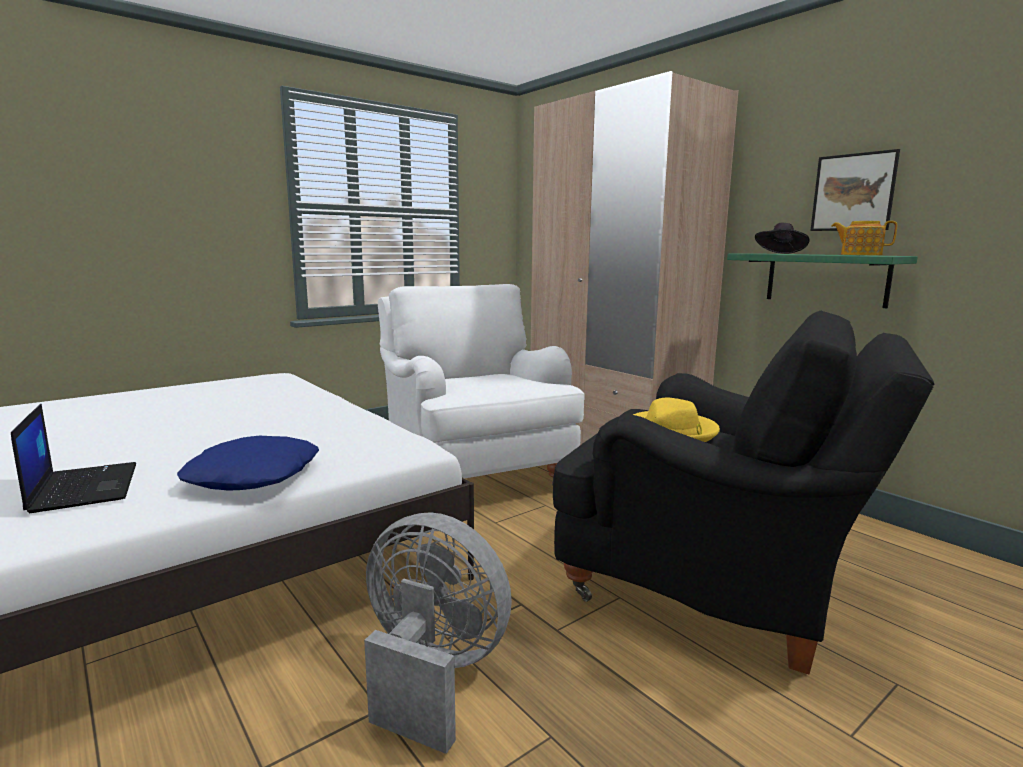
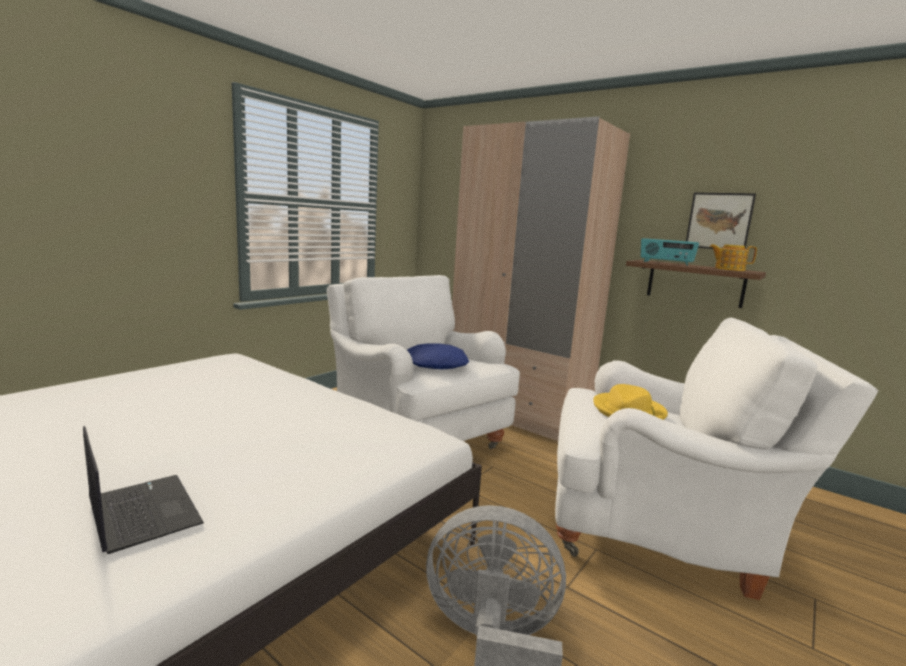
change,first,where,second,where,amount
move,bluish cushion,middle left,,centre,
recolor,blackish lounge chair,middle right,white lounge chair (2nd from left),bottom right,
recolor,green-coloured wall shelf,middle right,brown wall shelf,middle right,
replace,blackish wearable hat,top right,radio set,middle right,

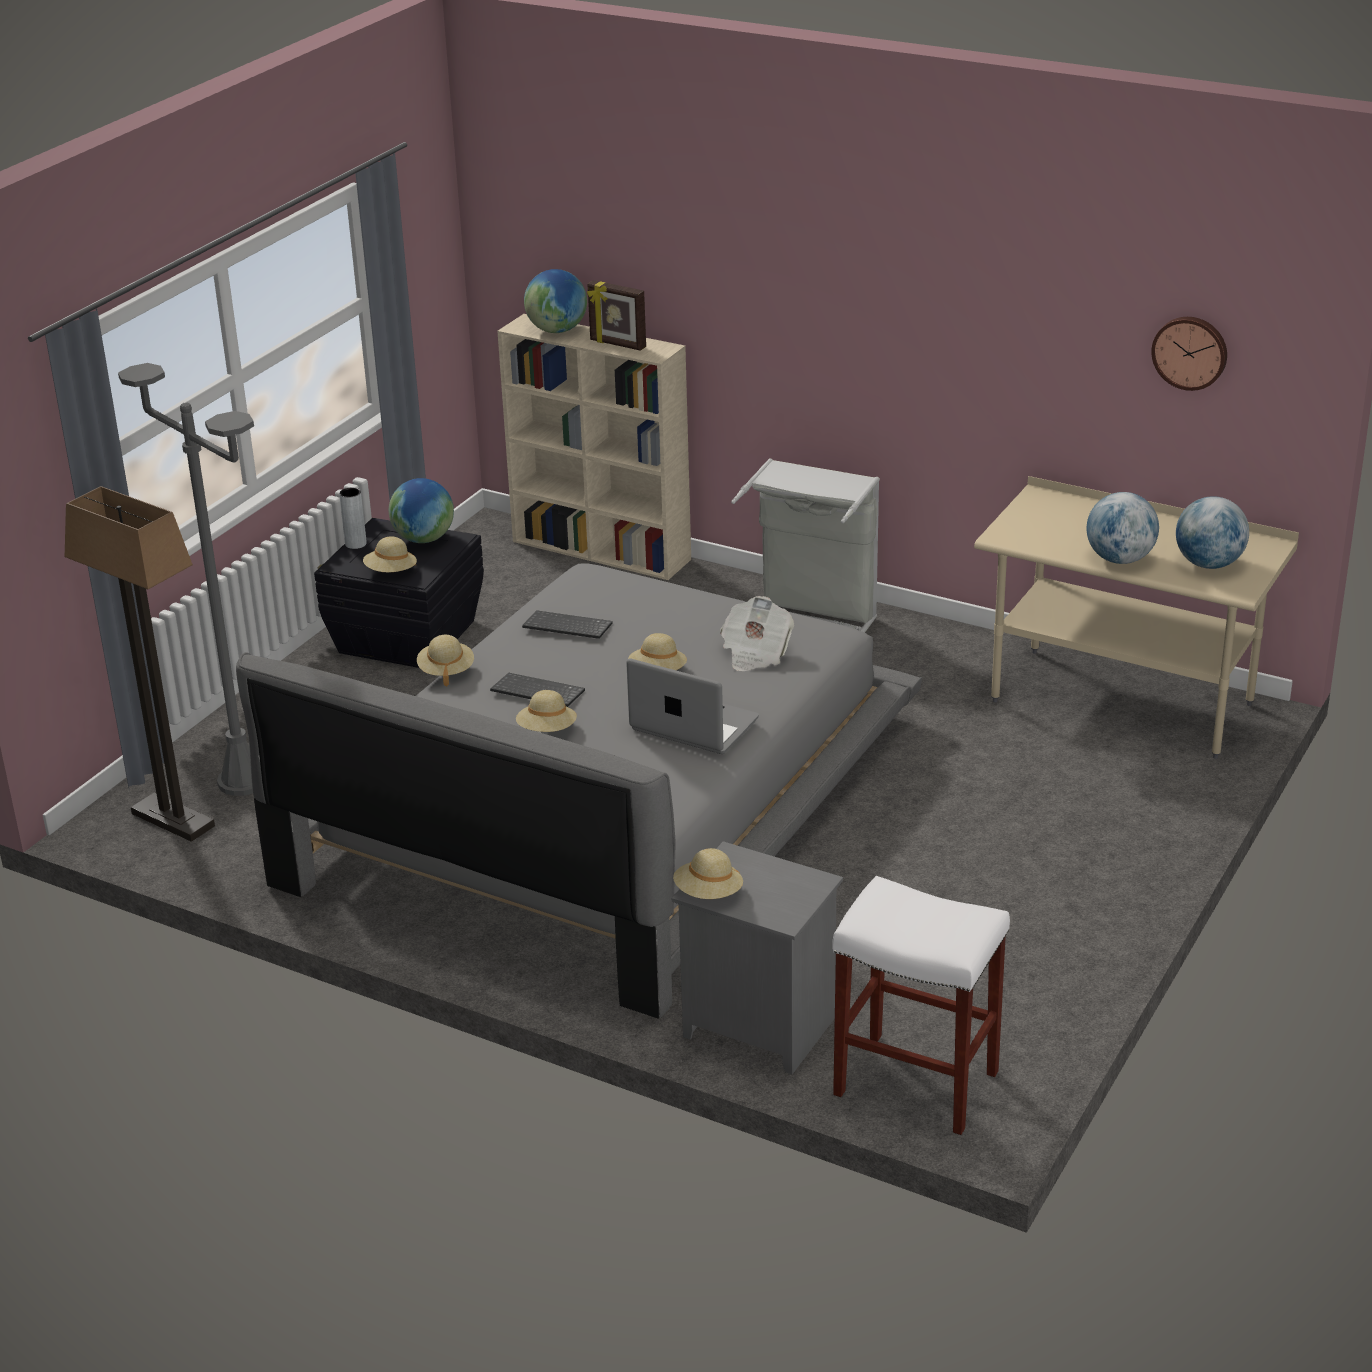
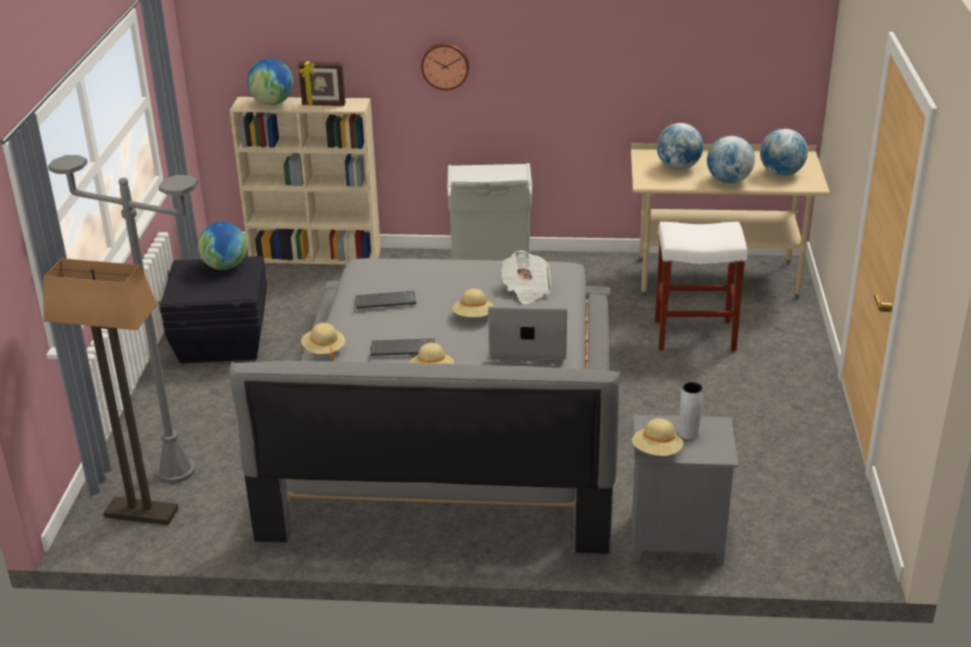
change,first,where,second,where,amount
move,hanging clock,top right,,top centre,
move,white sitting stool,bottom right,,middle right,
insert,,,world globe (3rd from left),top right,
move,gray vase,middle left,,middle right,
delete,beige wearable hat (1st from left),middle left,,,

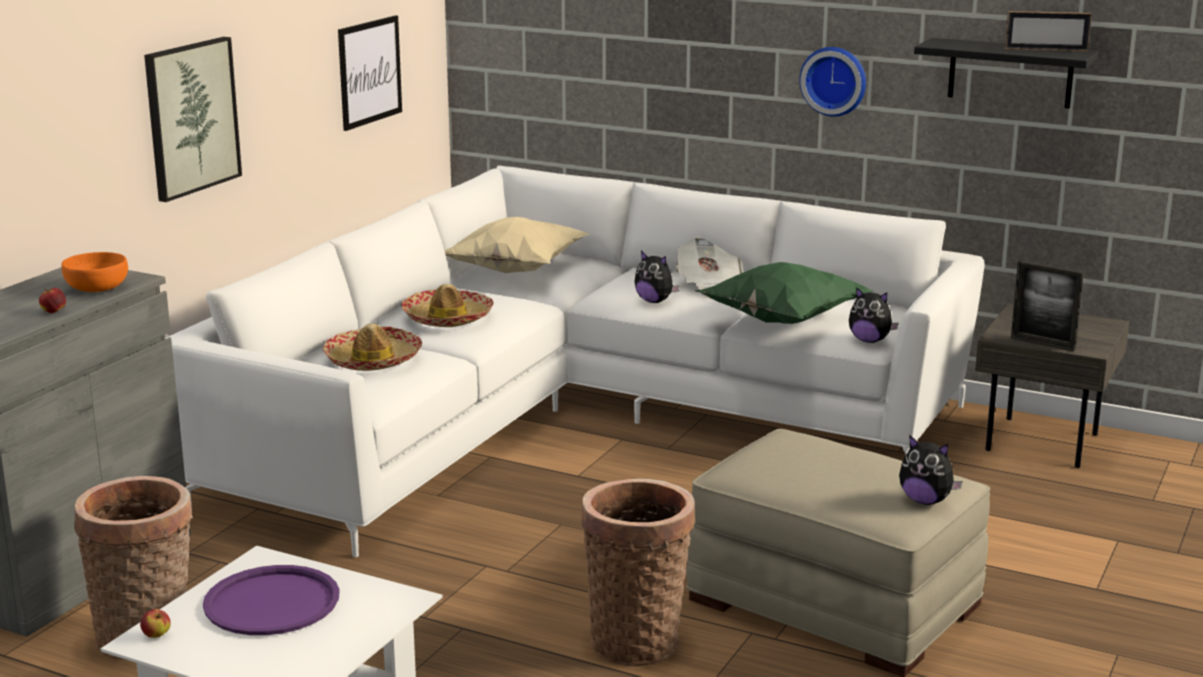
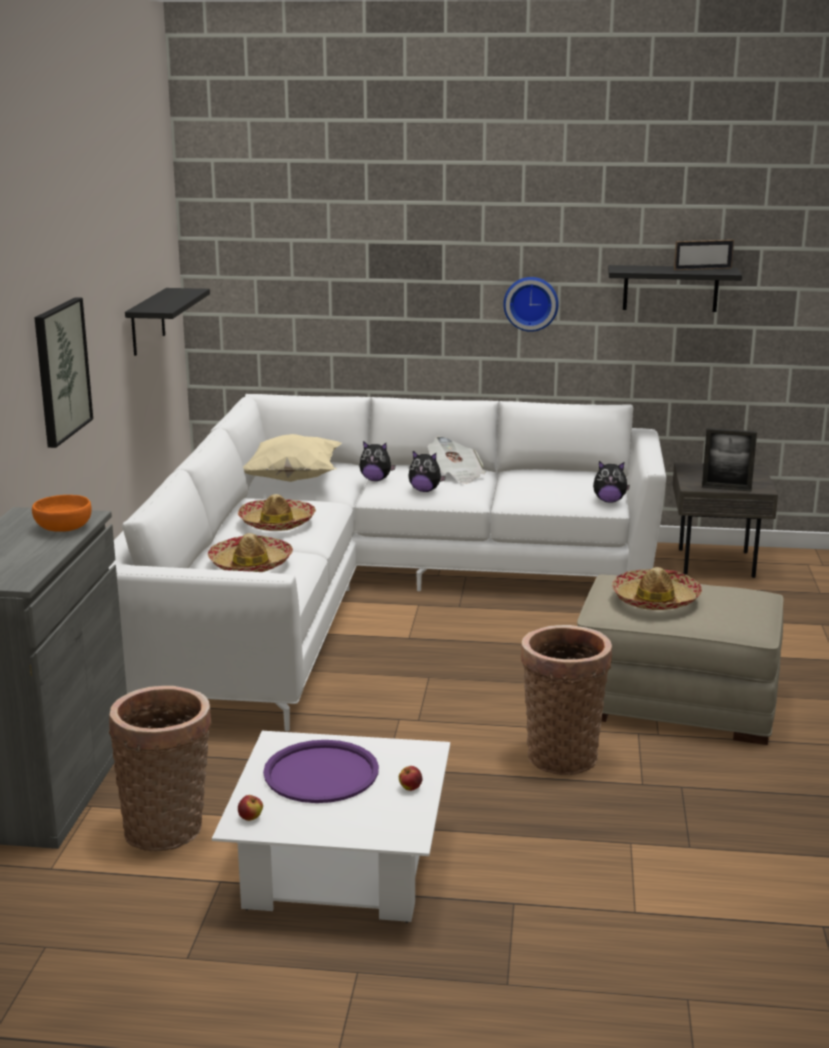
change,first,where,second,where,amount
replace,wall art (2nd from left),top left,blackish wall shelf (1st from left),top left,
move,cuddly toy (3rd from left in the first image),bottom right,cuddly toy (1st from left),centre,
move,whole apple (1st from left in the first image),middle left,whole apple (2nd from left),bottom centre,
insert,,,wearable hat (3rd from left),middle right,
delete,green-coloured cushion,centre,,,

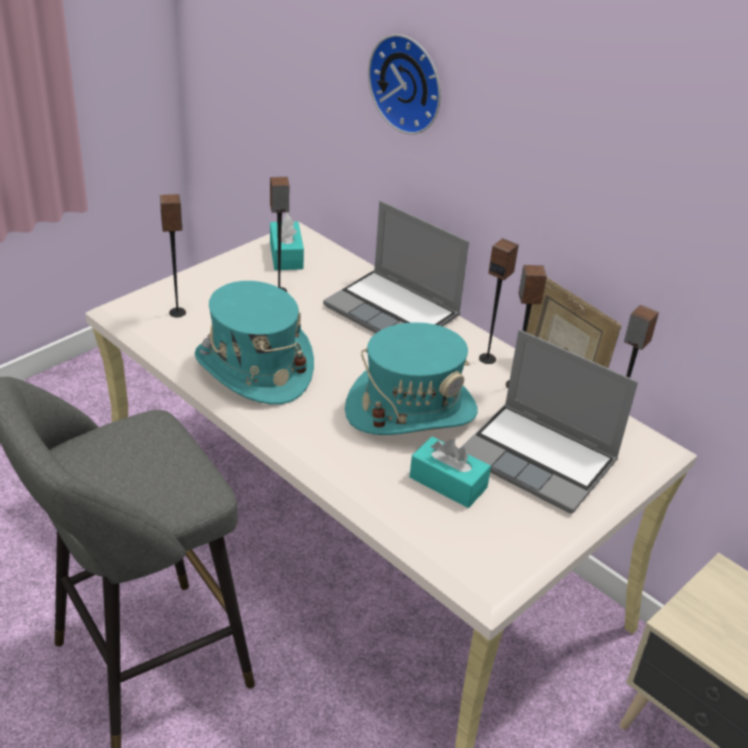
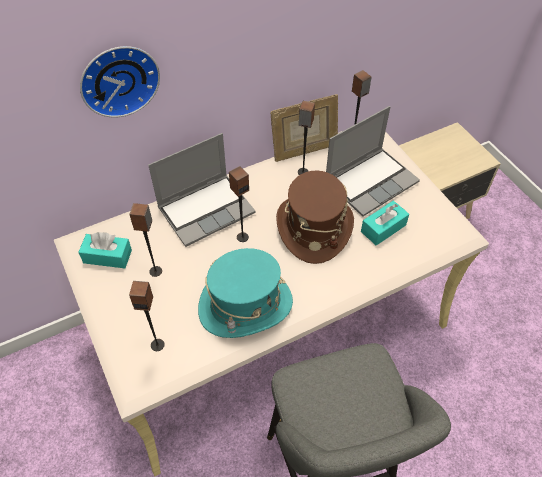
change,first,where,second,where,amount
move,speaker (3rd from left),middle right,,centre,
recolor,blue-green wearable hat (2nd from left),centre,brown wearable hat,centre,

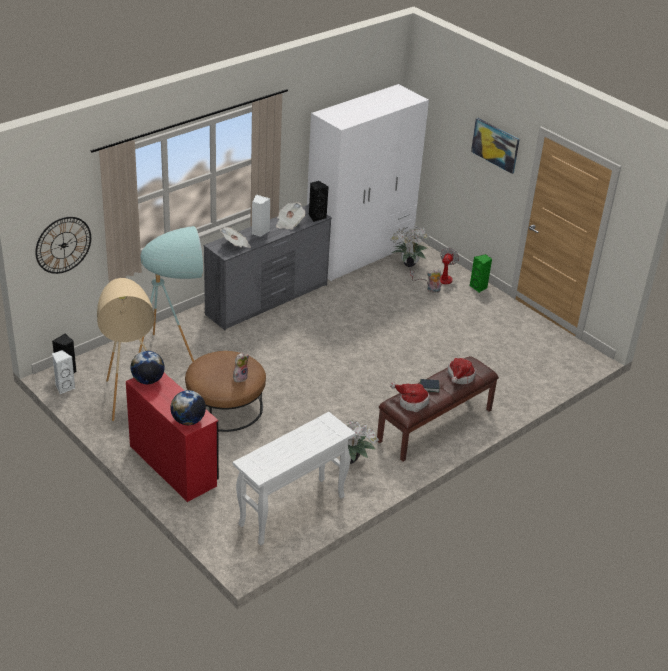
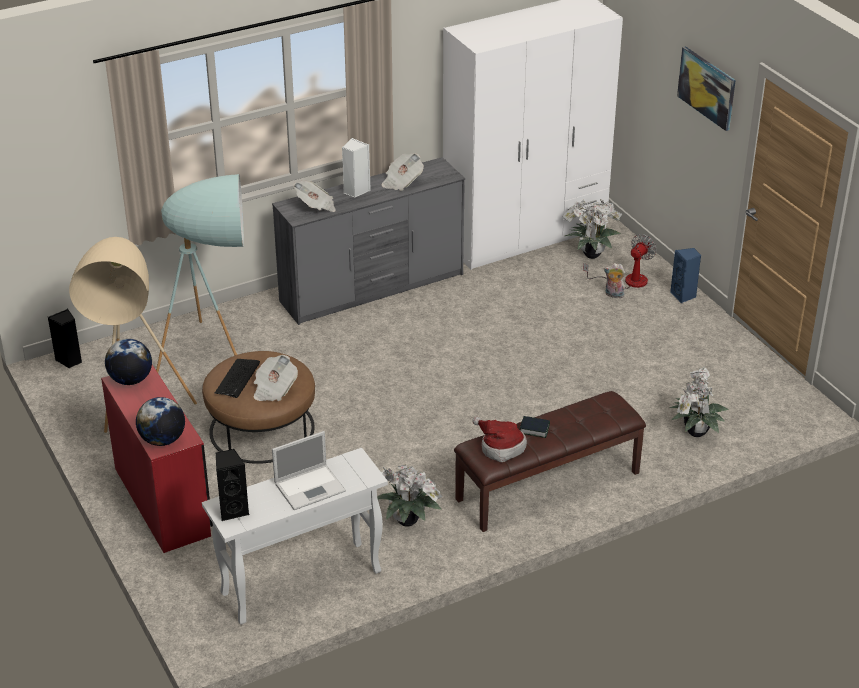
change,first,where,second,where,amount
insert,,,keyboard,middle left,
move,blackish speaker (2nd from left),top centre,,bottom left,
replace,cuddly toy (1st from left),centre,daily paper (1st from left),middle left,
insert,,,portable computer,bottom centre,
insert,,,houseplant (3rd from left),middle right,
recolor,green-coloured speaker,middle right,bluish speaker,middle right,
delete,hanging clock,middle left,,,
delete,white speaker (1st from left),middle left,,,
delete,wearable hat (2nd from left),middle right,,,

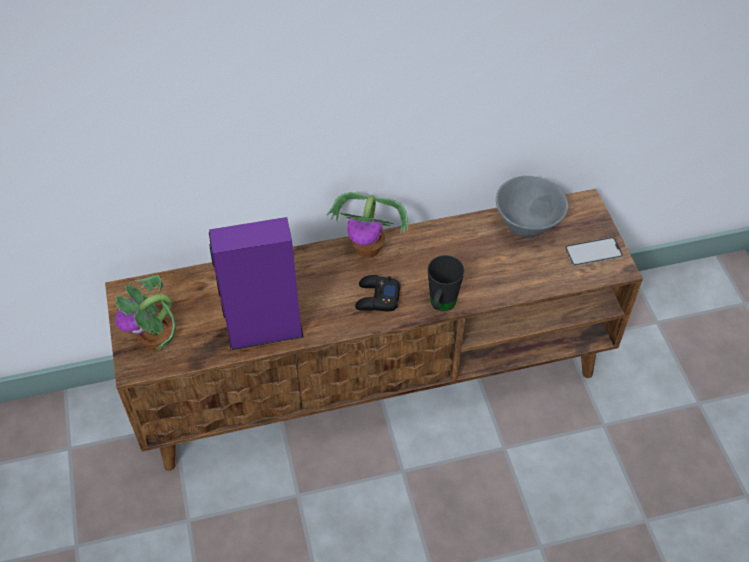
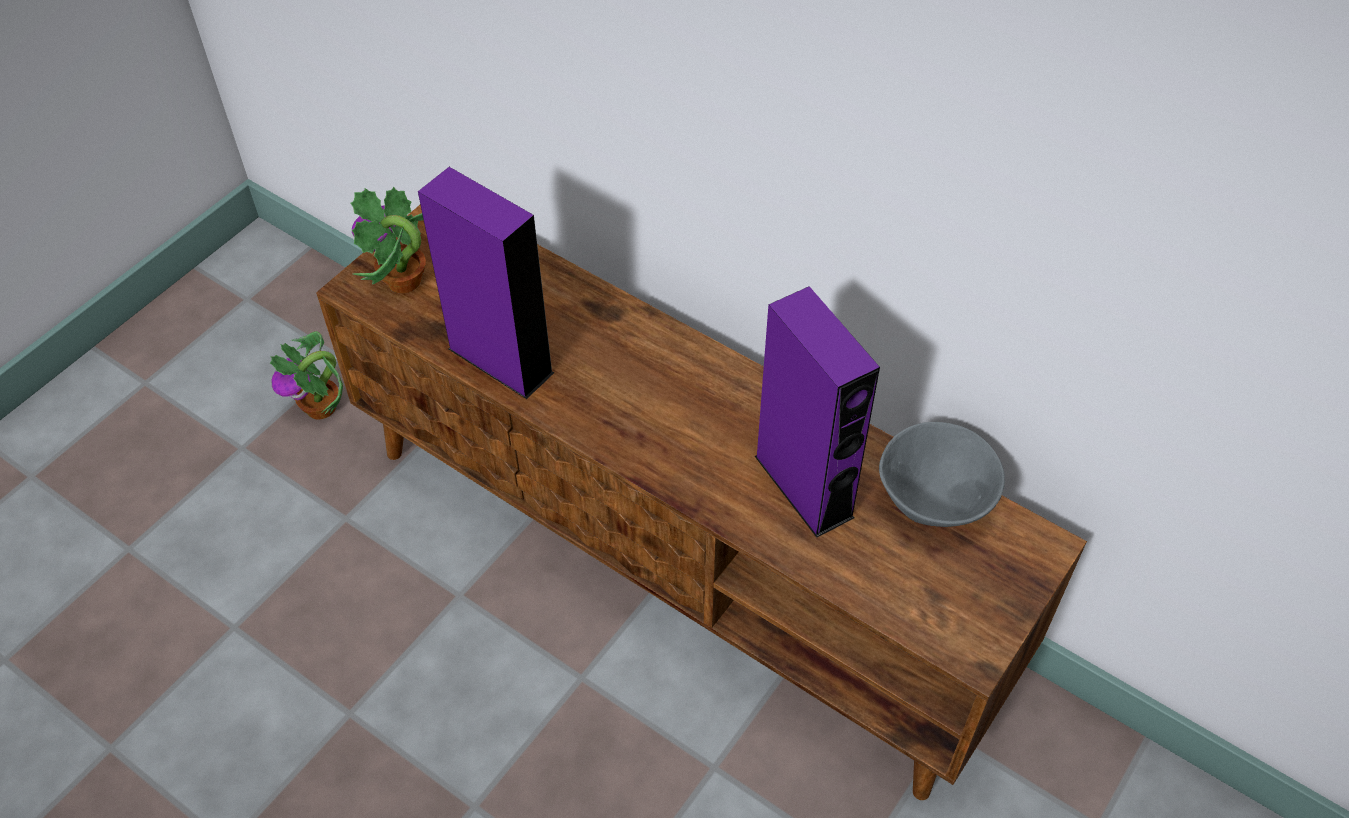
change,first,where,second,where,amount
move,houseplant (2nd from left in the first image),centre,houseplant (1st from left),middle left,
insert,,,purple speaker (2nd from left),centre,
delete,blackish game controller,centre,,,
delete,blackish coffee mug,centre,,,
delete,handset,middle right,,,

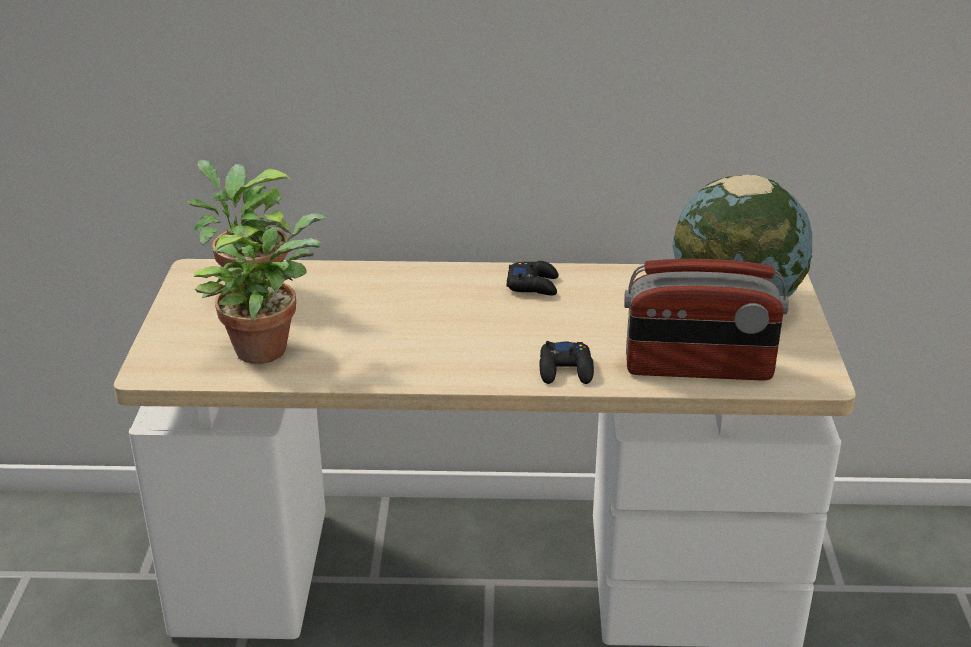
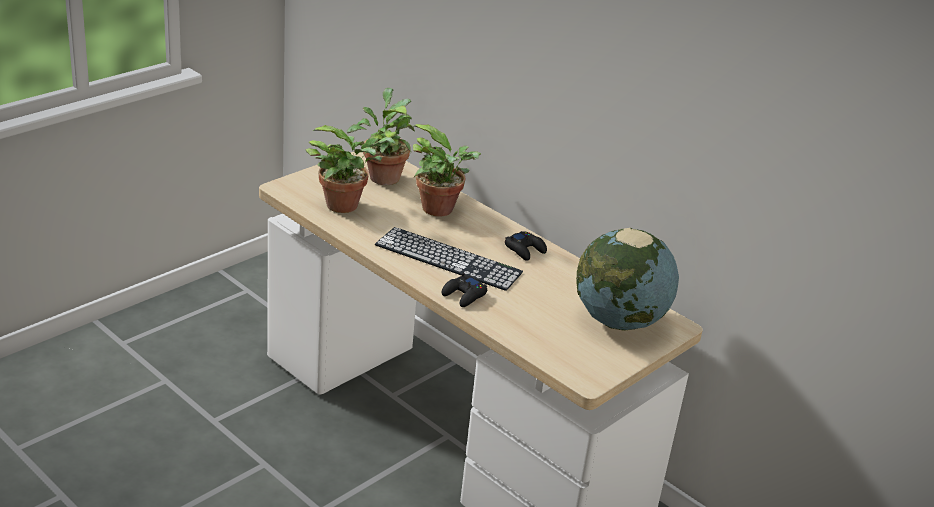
change,first,where,second,where,amount
insert,,,keyboard,centre,
insert,,,houseplant (3rd from left),centre,
delete,radio set,middle right,,,

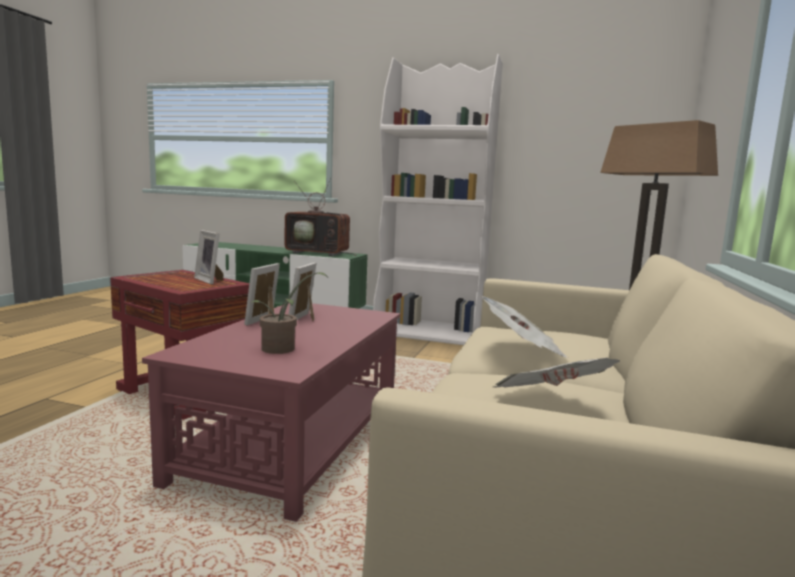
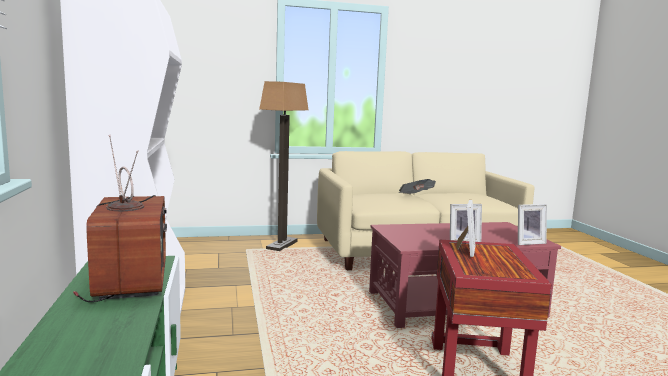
change,first,where,second,where,amount
move,standing frame (3rd from left),centre,,middle right,
delete,houseplant,centre,,,
delete,daily paper (2nd from left),middle right,,,

